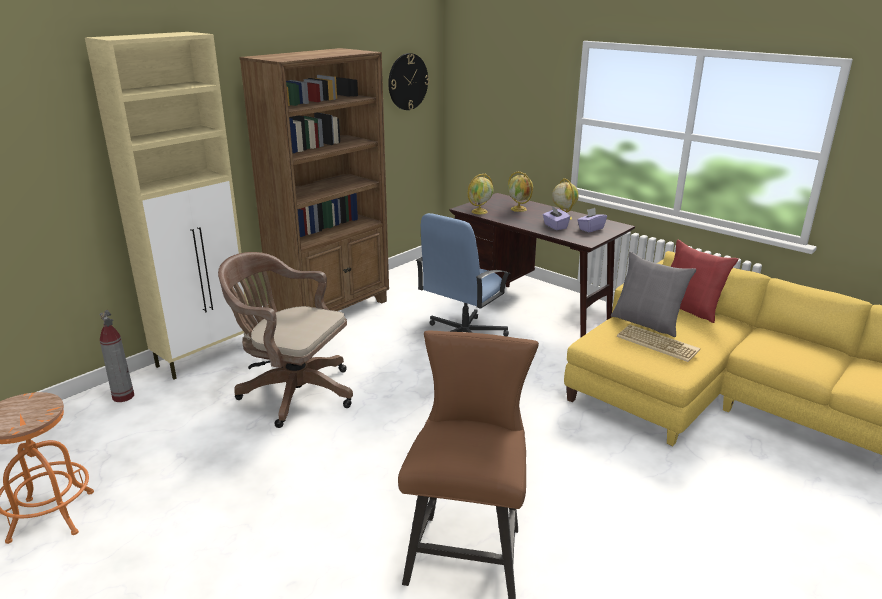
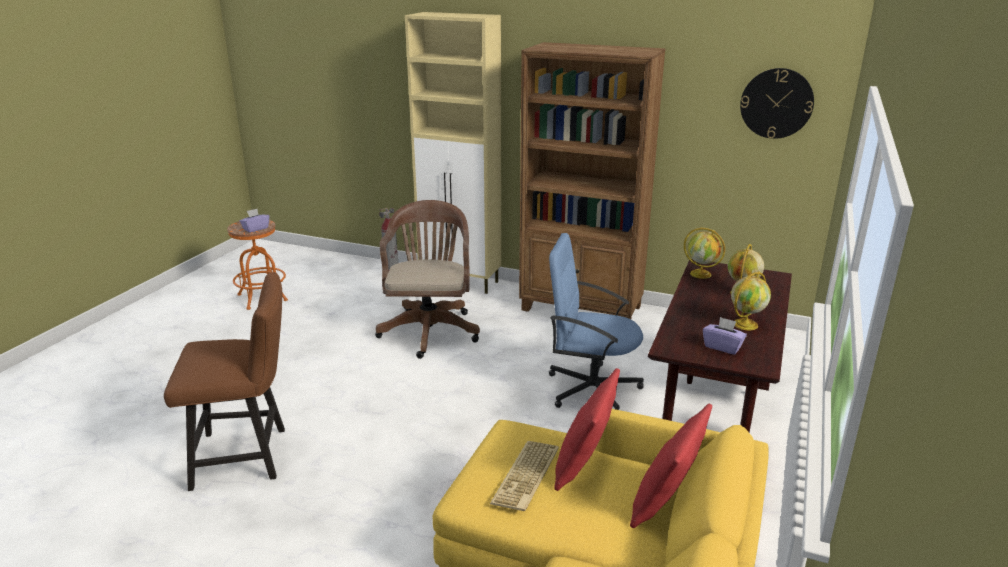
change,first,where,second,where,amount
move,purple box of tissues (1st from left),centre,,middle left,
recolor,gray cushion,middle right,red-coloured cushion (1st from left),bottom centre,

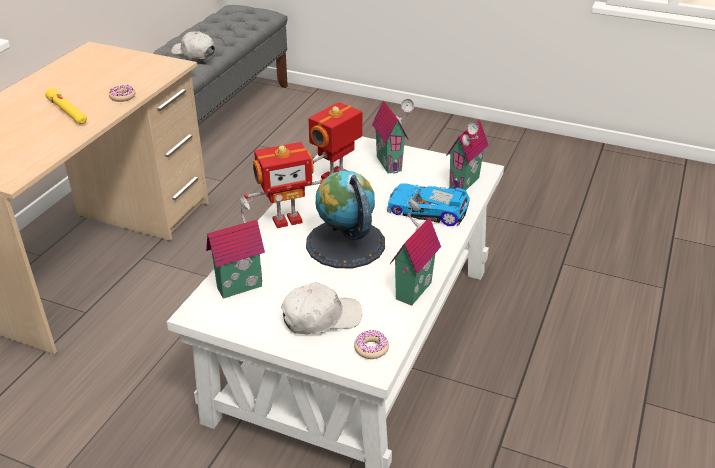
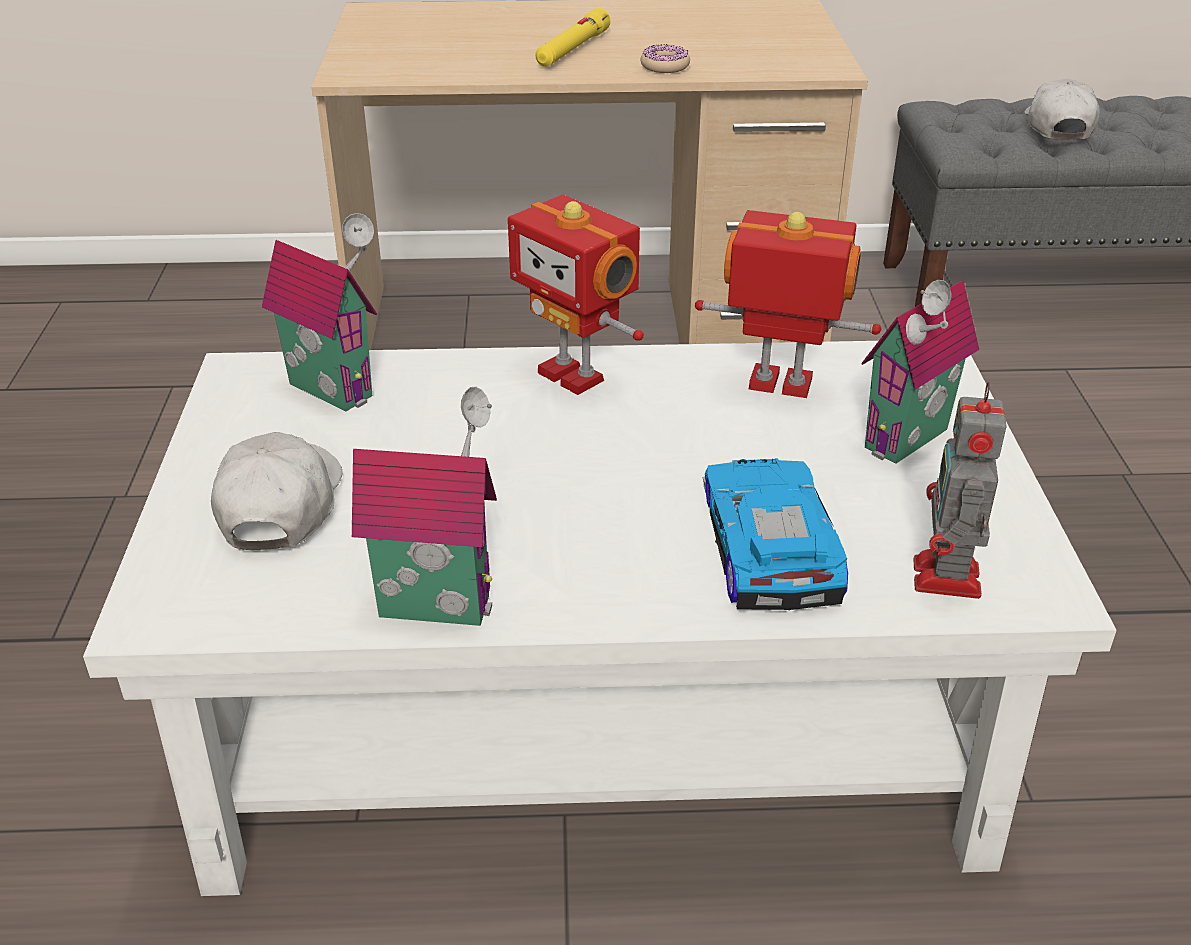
change,first,where,second,where,amount
rotate,white peaked cap (2nd from left in the first image),centre,white peaked cap (1st from left),middle left,135 degrees counterclockwise
replace,miniature house (4th from left),top centre,model robot (3rd from left),middle right,
delete,world globe,centre,,,
delete,doughnut (2nd from left),bottom centre,,,

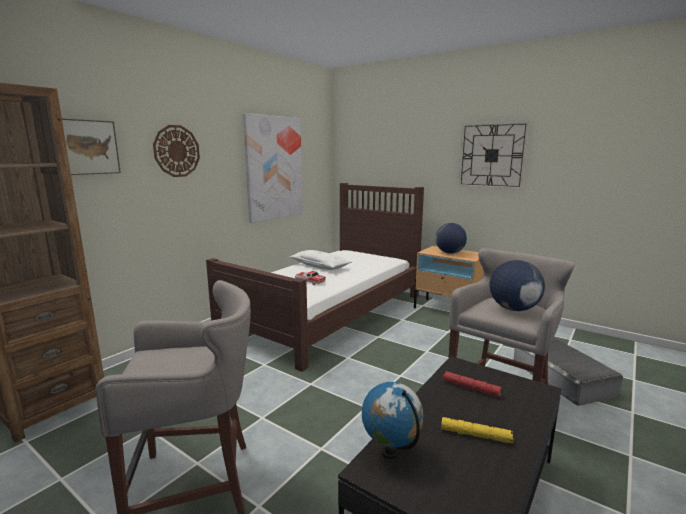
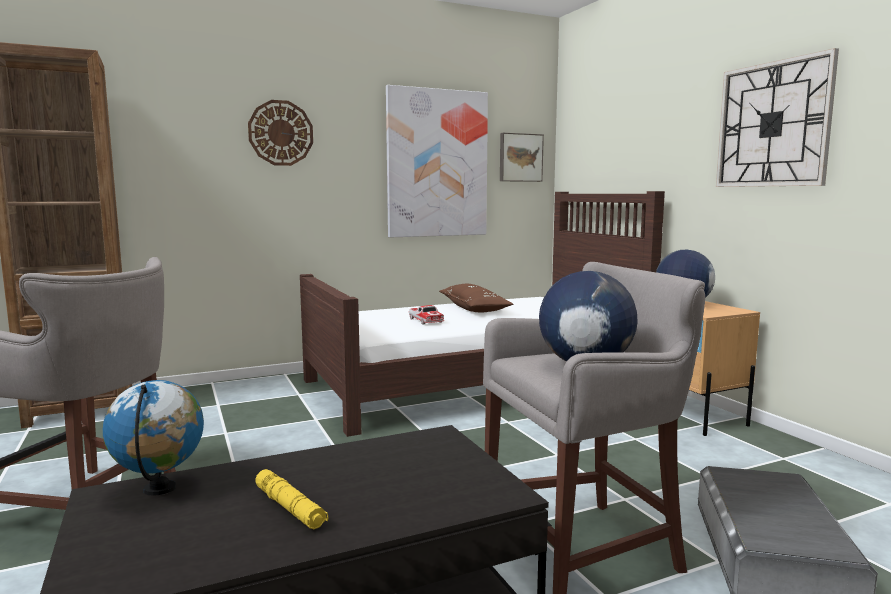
change,first,where,second,where,amount
recolor,white cushion,centre,brown cushion,centre,
move,wall art (1st from left in the first image),top left,wall art (2nd from left),top centre,
delete,red-coloured flashlight,bottom right,,,

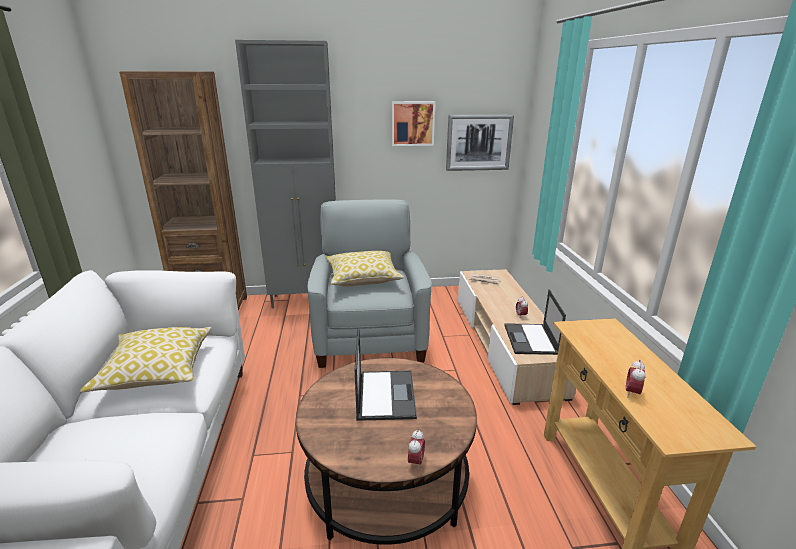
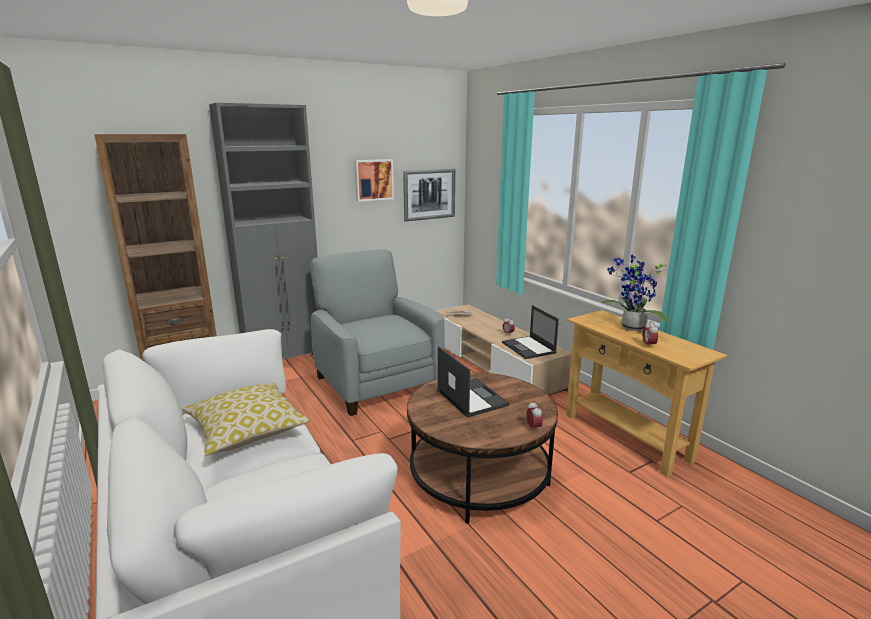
change,first,where,second,where,amount
insert,,,houseplant,middle right,
delete,cushion (2nd from left),centre,,,

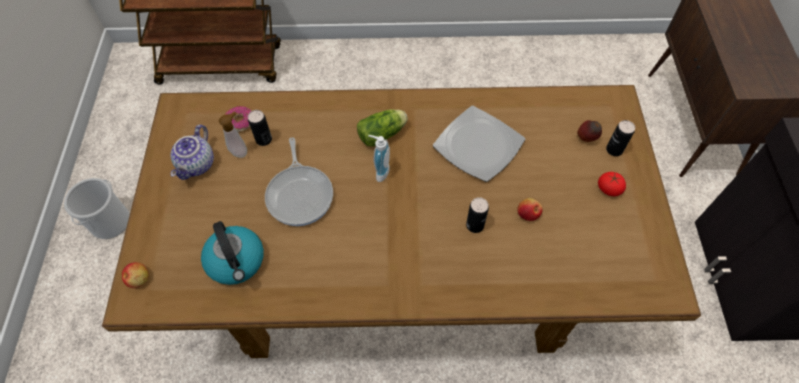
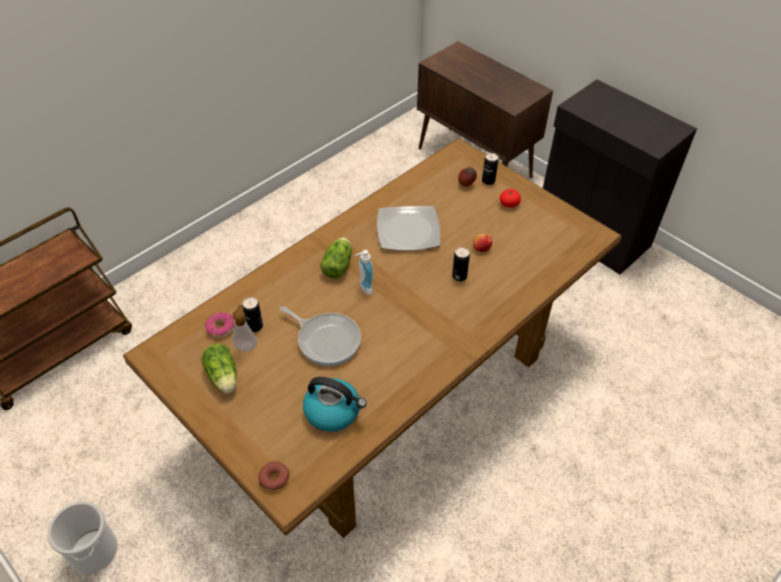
change,first,where,second,where,amount
replace,tea pot,middle left,lettuce (1st from left),middle left,
replace,whole apple (1st from left),bottom left,doughnut (2nd from left),bottom centre,

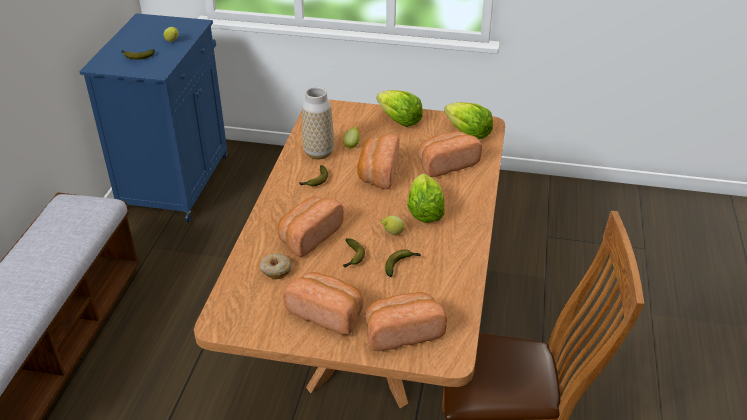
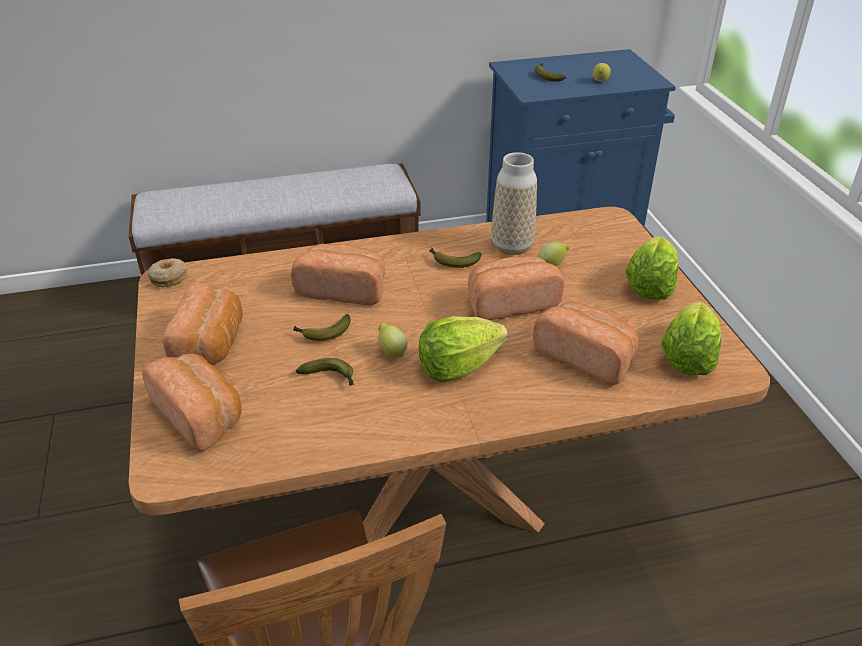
change,first,where,second,where,amount
move,doughnut,centre,,middle left,

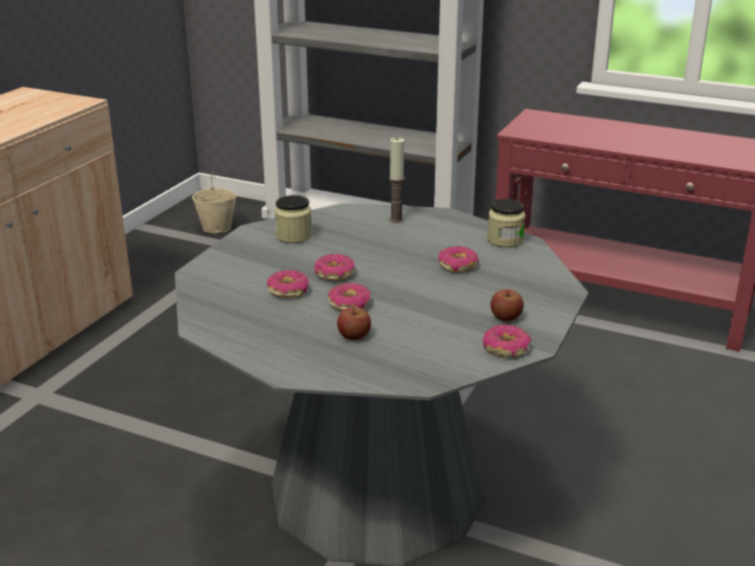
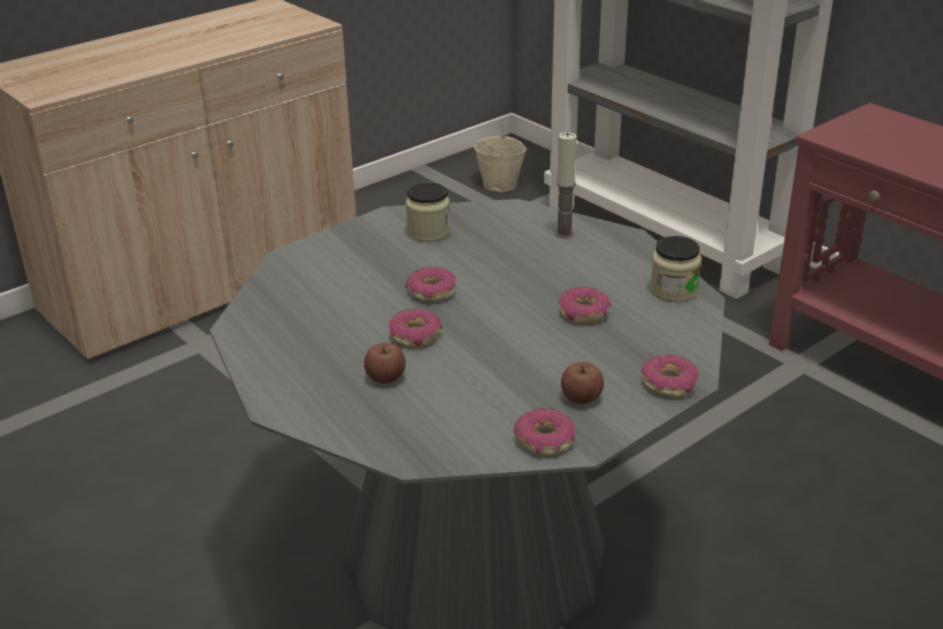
change,first,where,second,where,amount
move,doughnut (1st from left in the first image),centre,doughnut (5th from left),middle right,

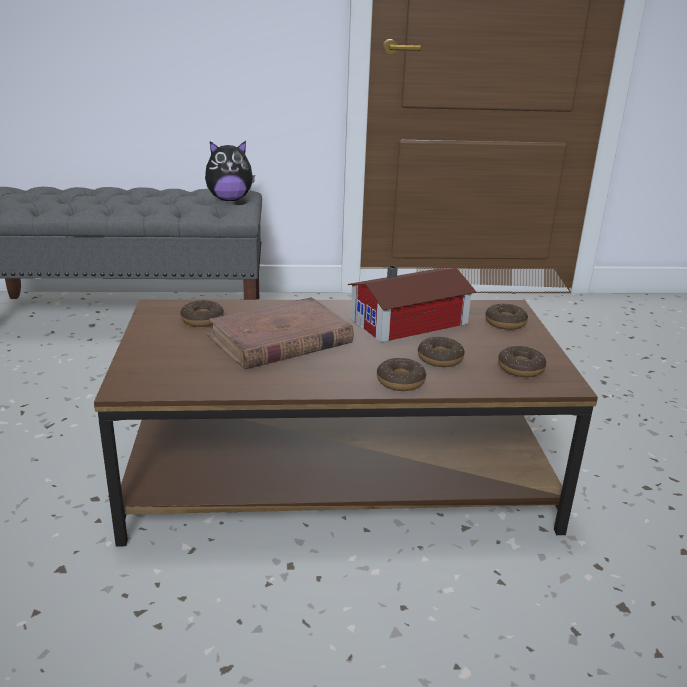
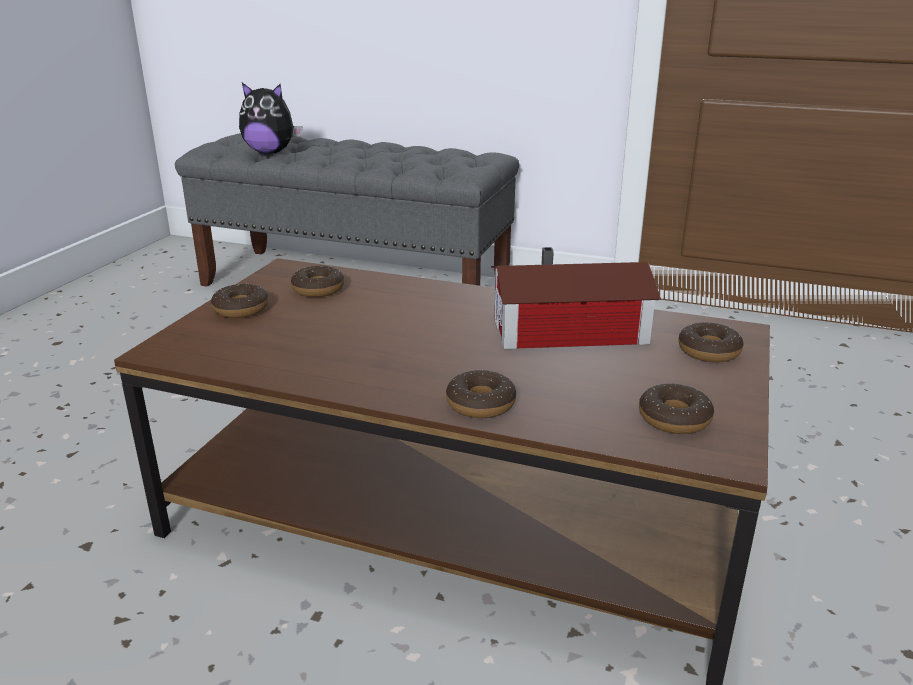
change,first,where,second,where,amount
move,doughnut (3rd from left in the first image),centre,doughnut (1st from left),middle left,
move,cuddly toy,top centre,,top left,
delete,brown volume,centre,,,

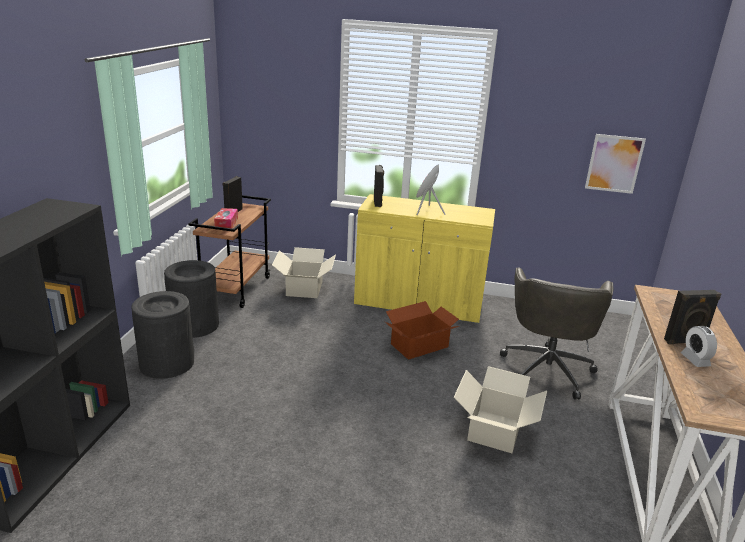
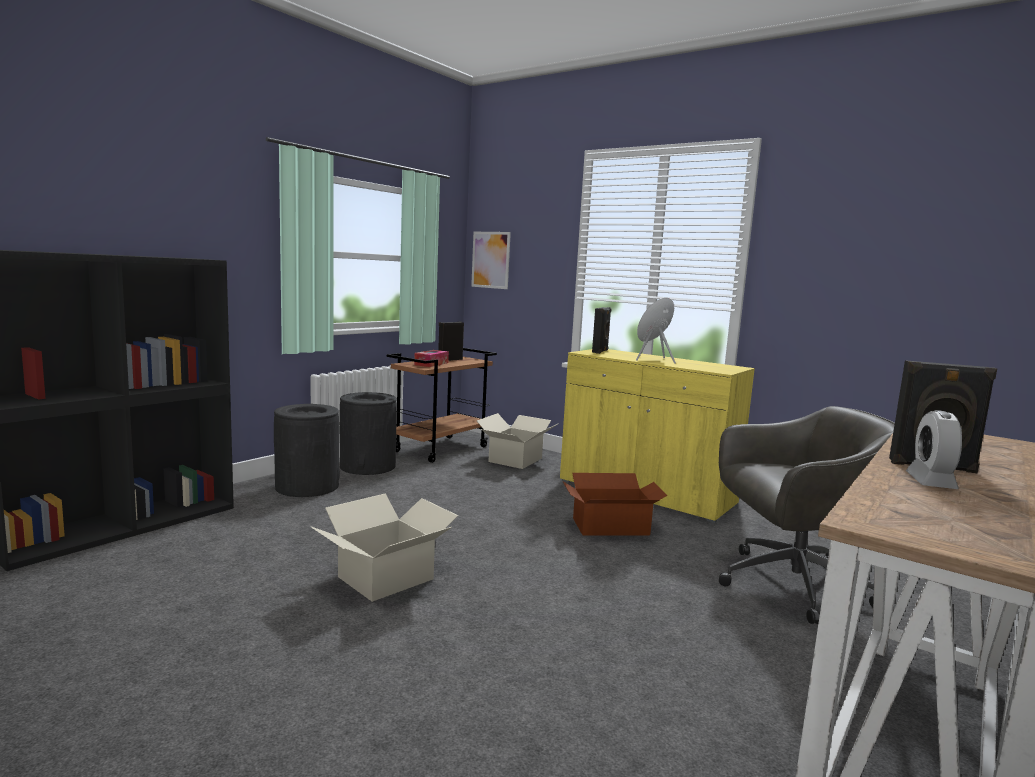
change,first,where,second,where,amount
move,cardboard box (3rd from left in the first image),bottom right,cardboard box (1st from left),bottom centre,
move,wall art,top right,,centre,
rotate,gray computer chair,middle right,,middle right,135 degrees counterclockwise

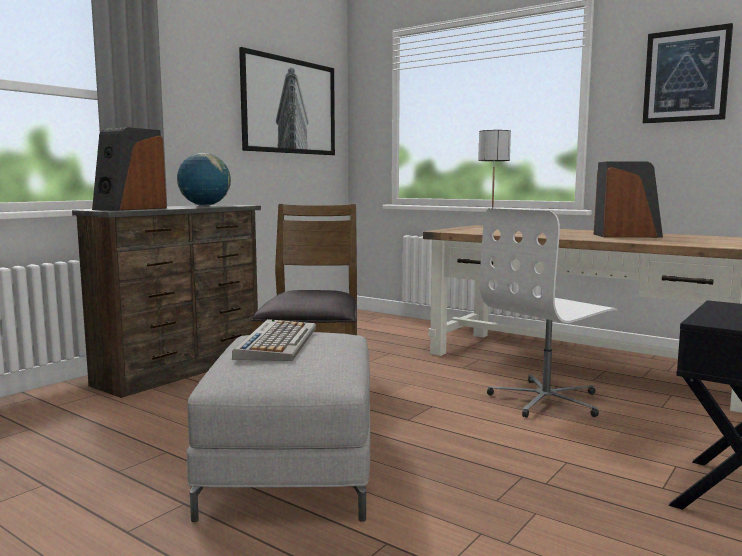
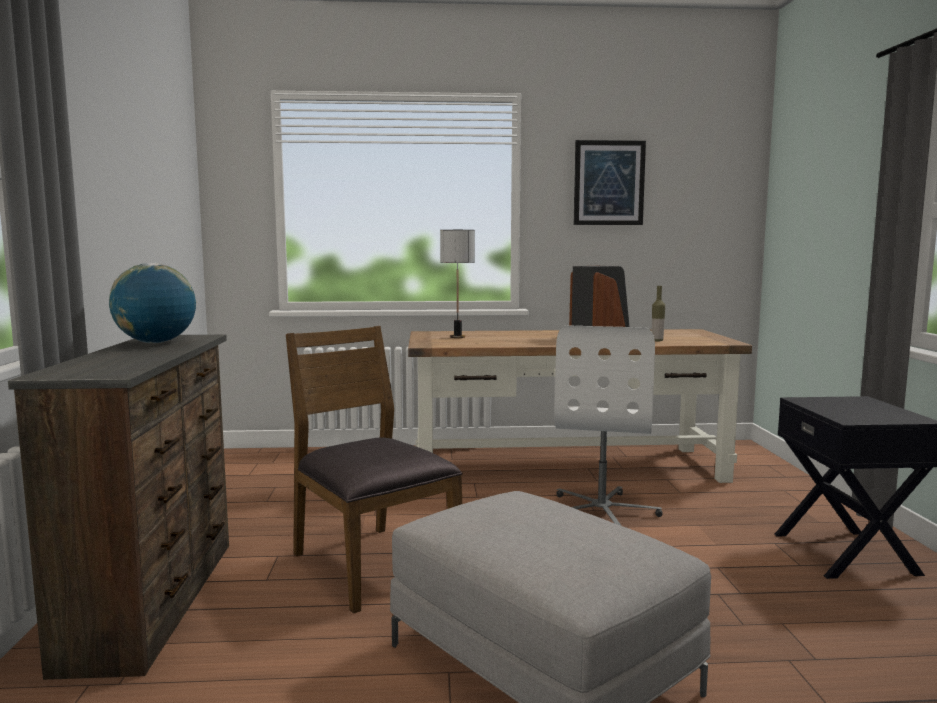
change,first,where,second,where,amount
insert,,,bottle,middle right,
delete,speaker (1st from left),top left,,,
delete,keyboard,centre,,,
delete,wall art (1st from left),top centre,,,

